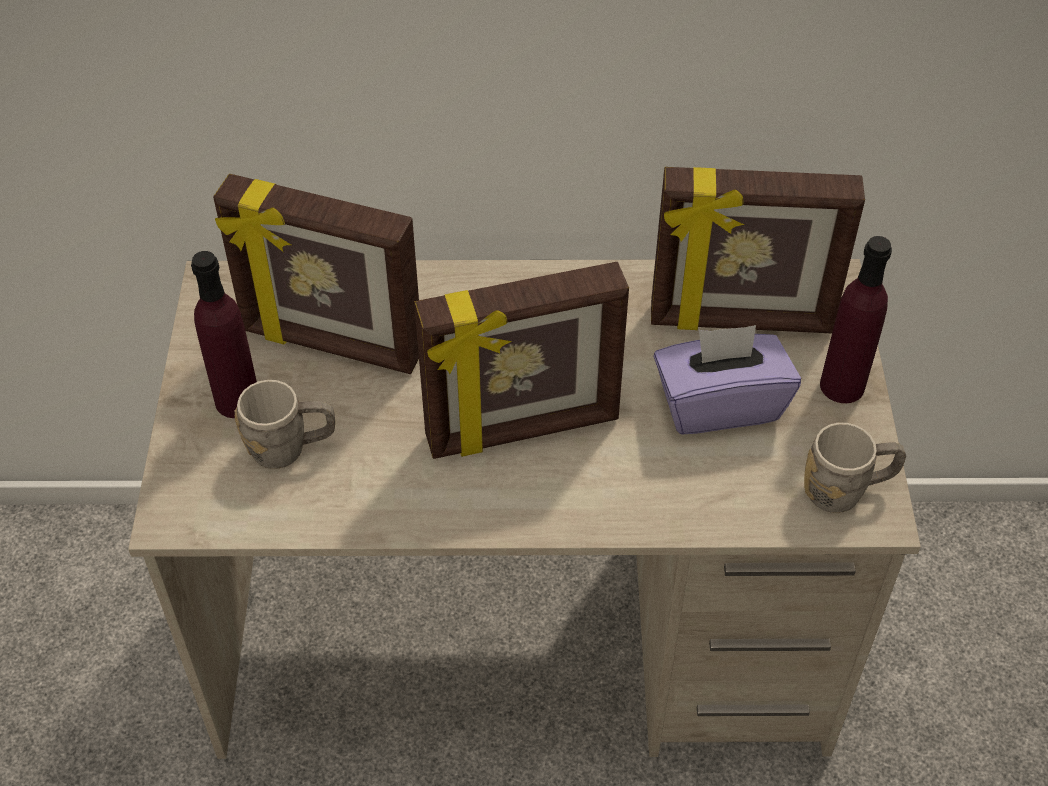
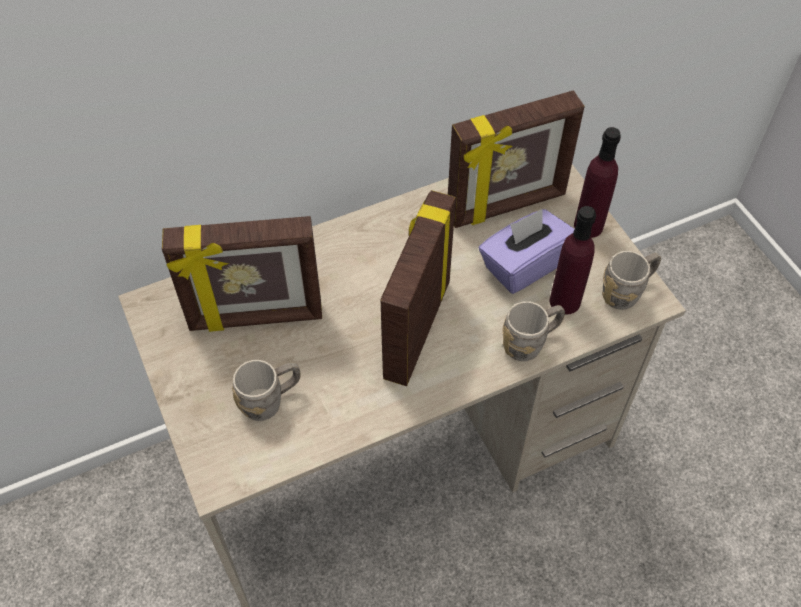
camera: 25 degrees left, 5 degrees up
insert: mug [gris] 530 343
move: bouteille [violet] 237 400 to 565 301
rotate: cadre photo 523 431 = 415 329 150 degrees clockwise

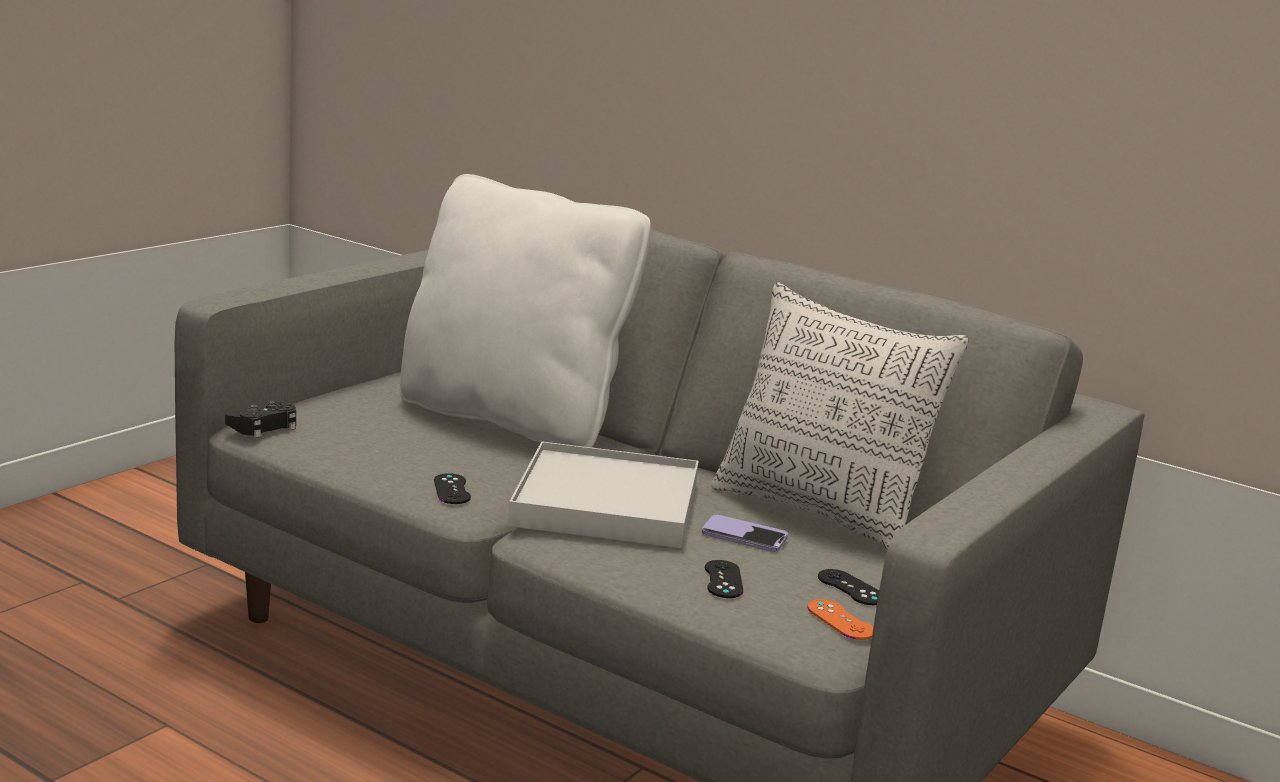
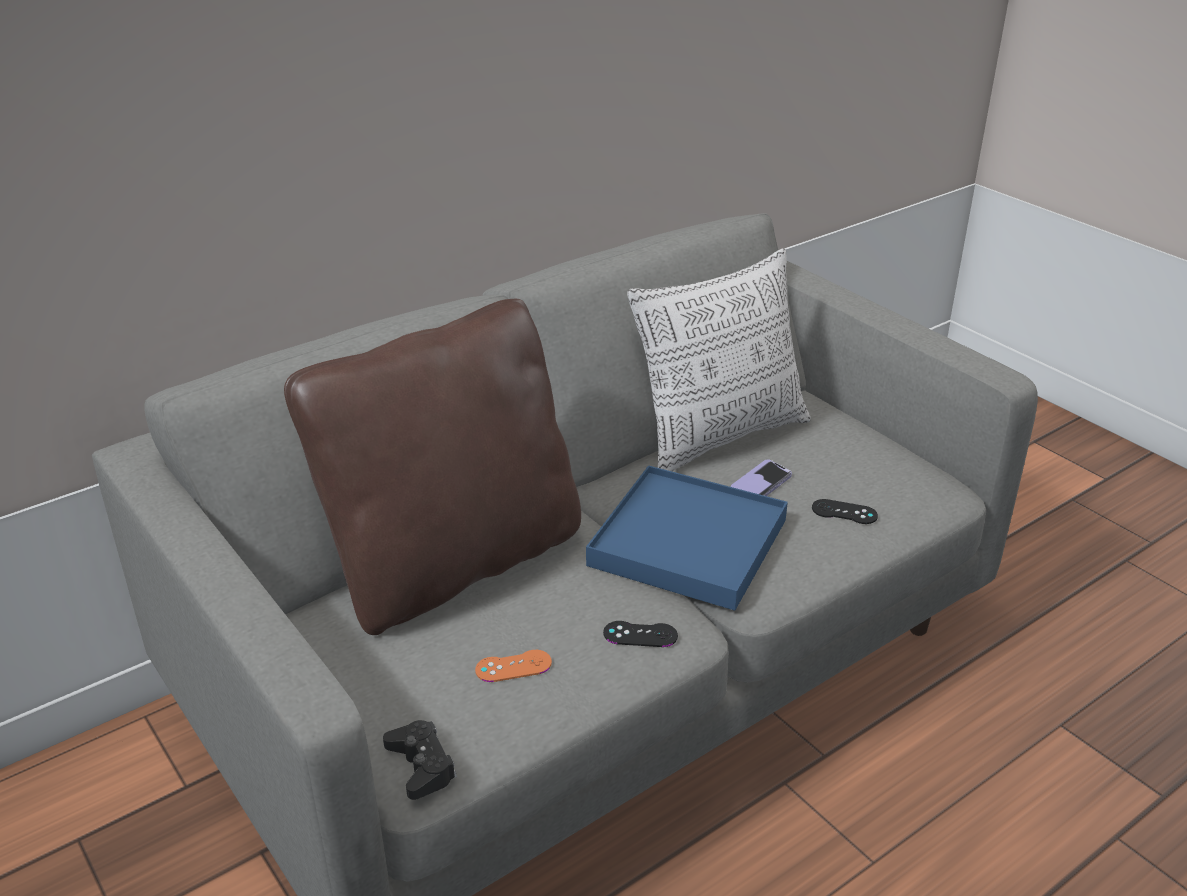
camera: 70 degrees left, 15 degrees up
delete: manette [noir] 851 588
move: manette [orange] 840 620 to 513 666
recolor: coussin [blanc] 513 419 to coussin [marron] 454 563; plateau [blanc] 605 504 to plateau [bleu] 688 543

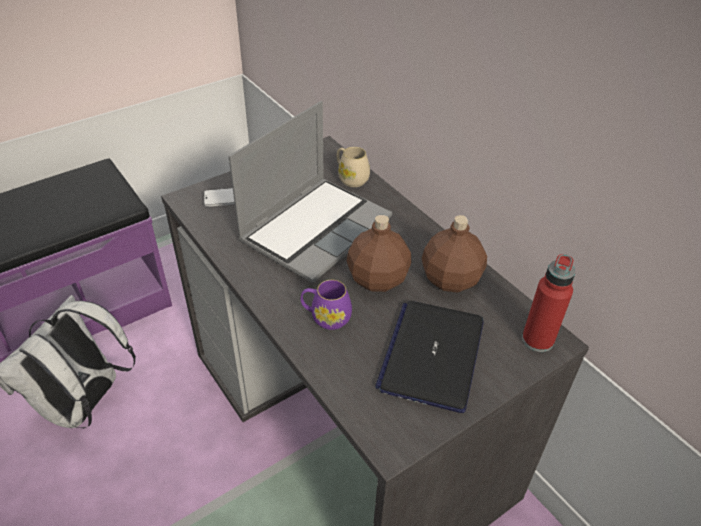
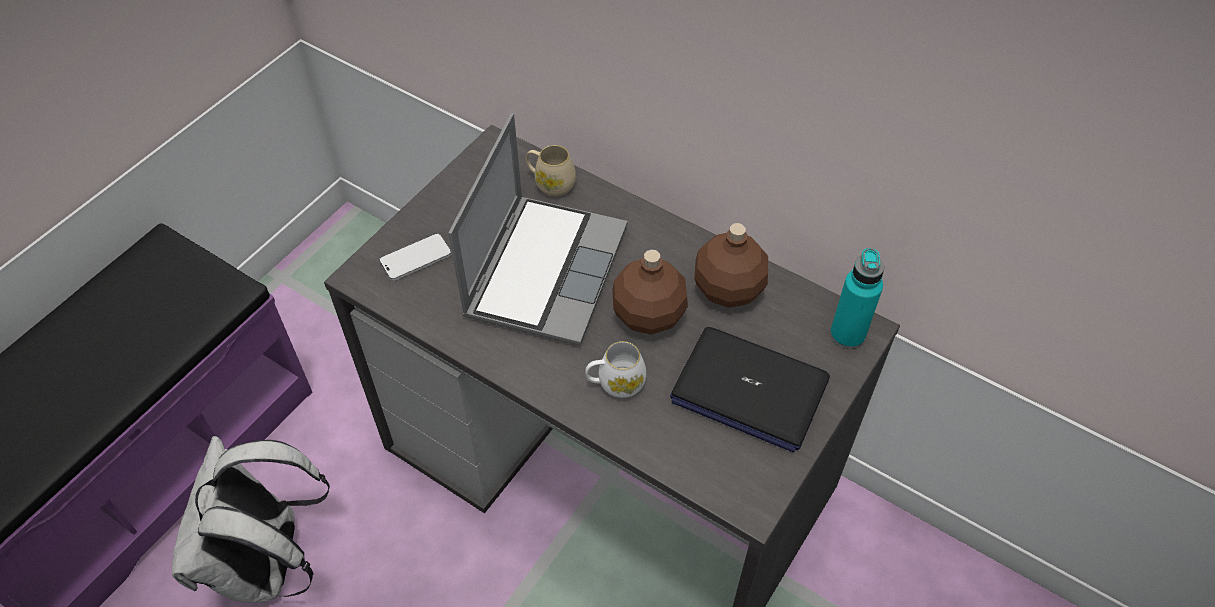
camera: 20 degrees left, 10 degrees up
recolor: mug [violet] 326 317 to mug [blanc] 615 383; bouteille [rouge] 537 340 to bouteille [turquoise] 847 334
rotate: ordinateur portable 432 355 = 748 389 60 degrees counterclockwise

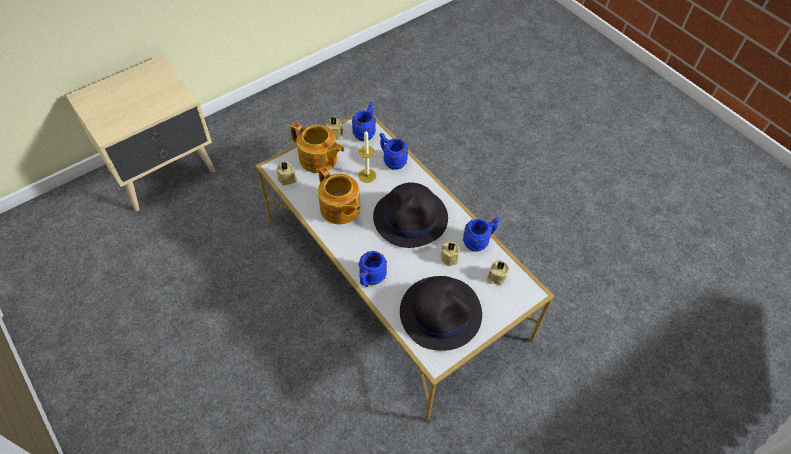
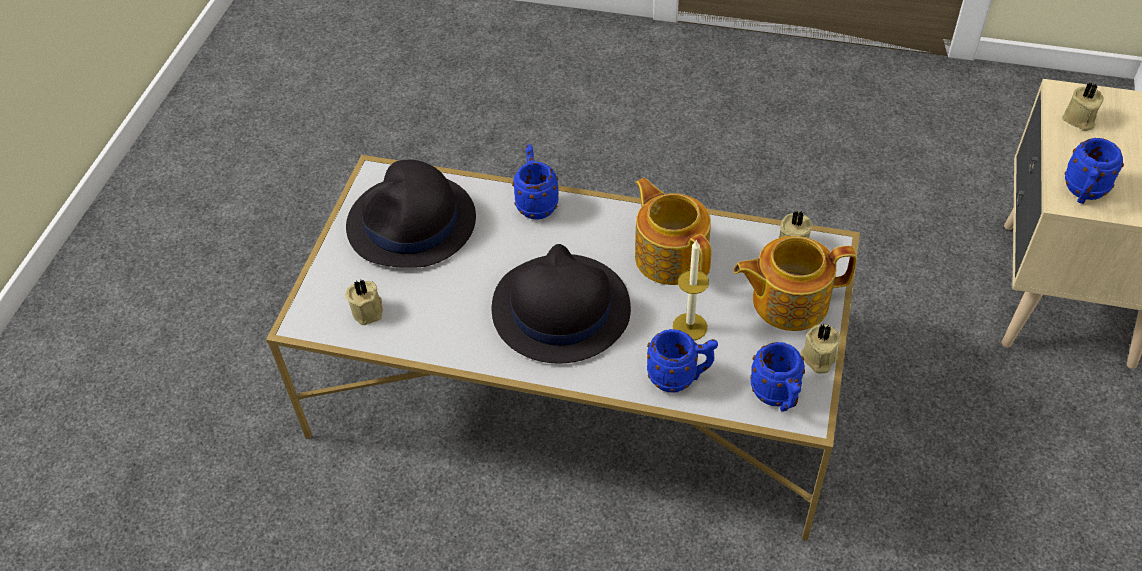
camera: 145 degrees right, 5 degrees down
move: bougie [beige] 450 257 to 1079 119; mug [bleu] 479 241 to 1083 193
rotate: théière 340 209 = 671 255 45 degrees clockwise

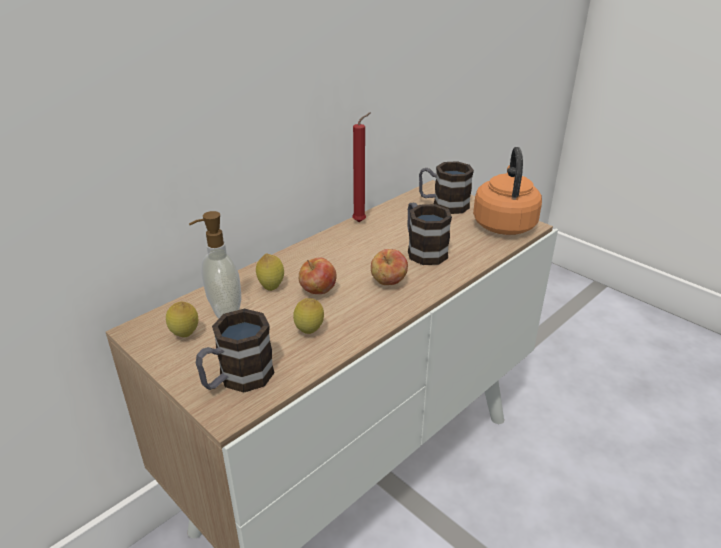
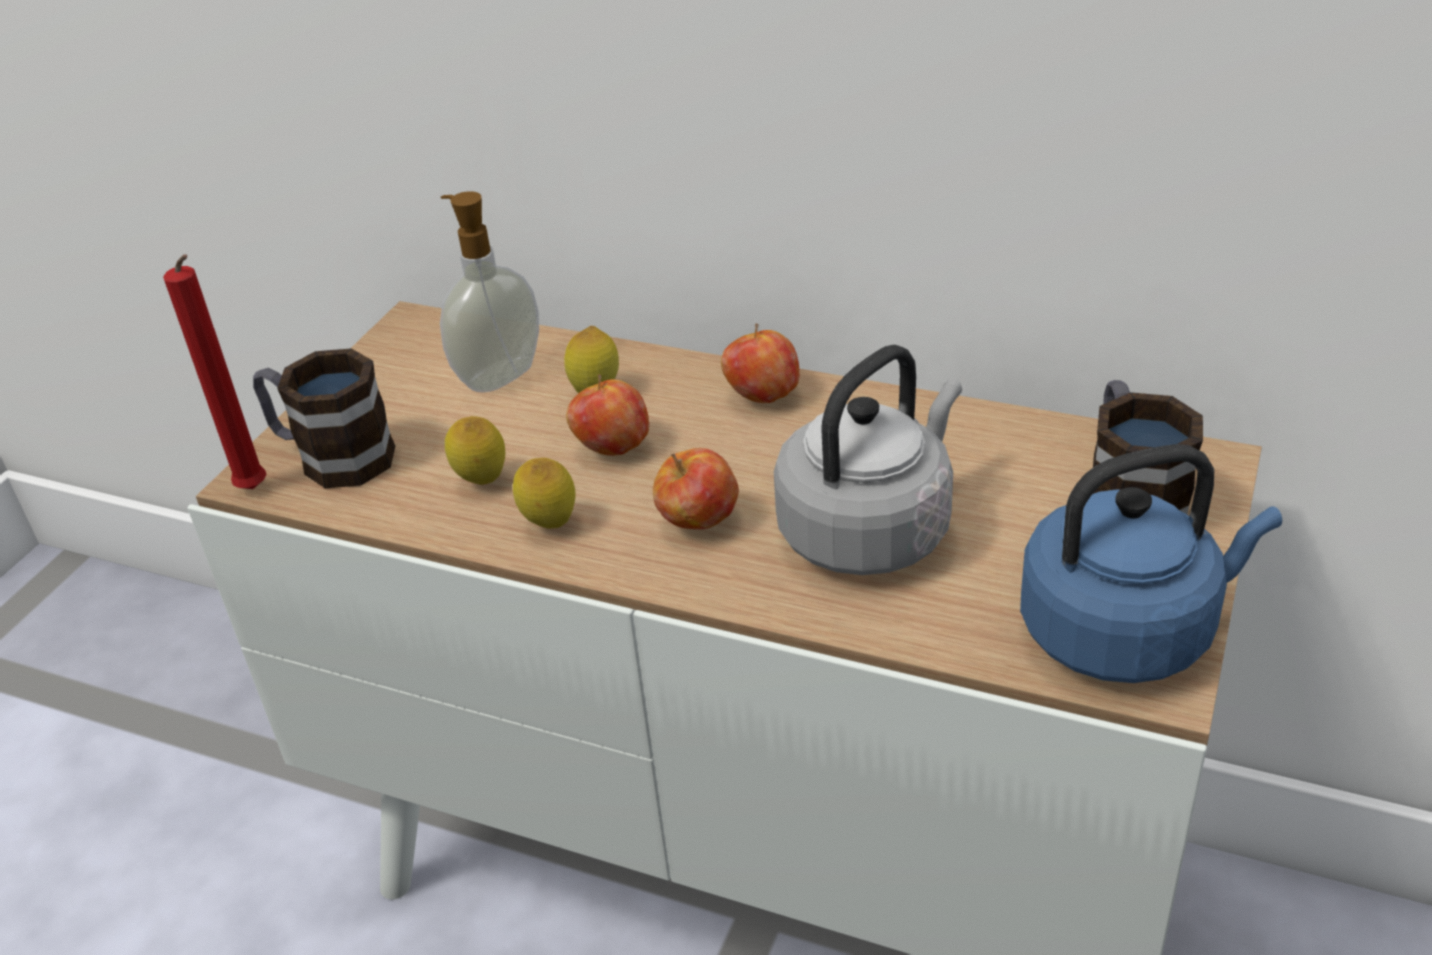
camera: 70 degrees right, 5 degrees up
insert: pomme 762 397
move: bougie [rouge] 361 221 to 255 491; citron 185 336 to 550 526
replace: mug 422 250 to bouilloire [gris] 870 530
recolor: bouilloire [orange] 504 223 to bouilloire [bleu] 1125 631

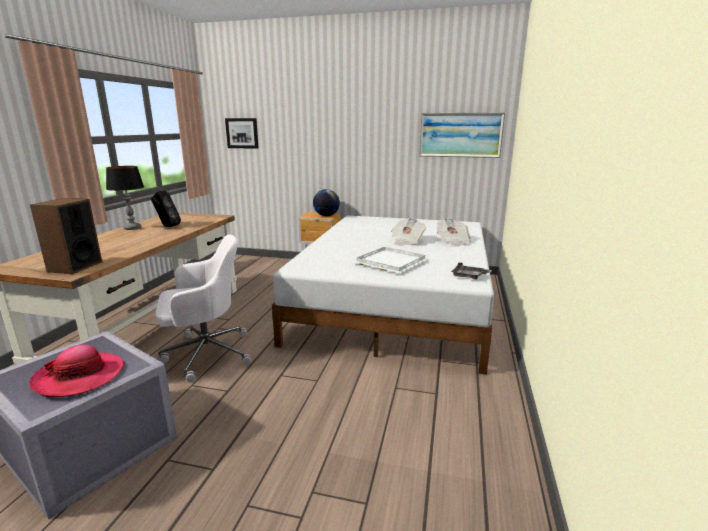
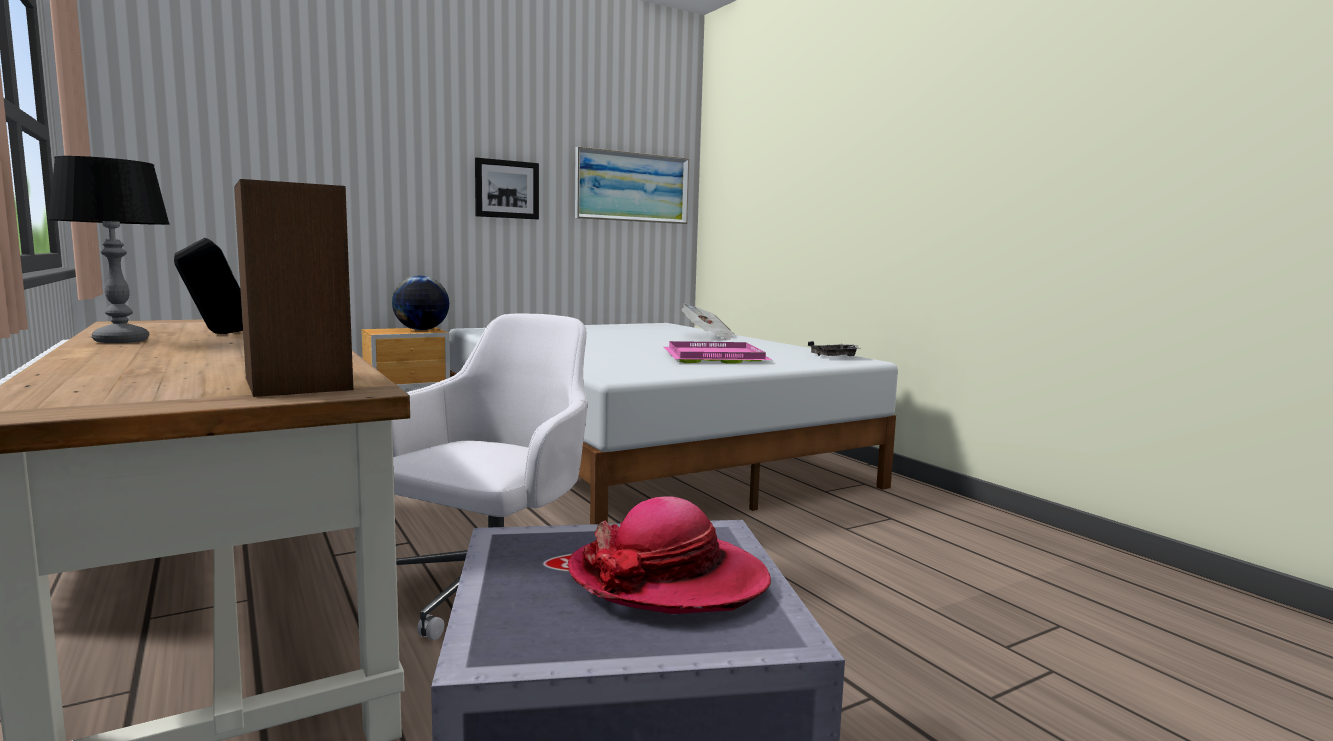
camera: 45 degrees left, 10 degrees down
delete: journal 406 241
move: tableau 242 133 to 506 189
recolor: plateau [blanc] 392 262 to plateau [rose] 716 357

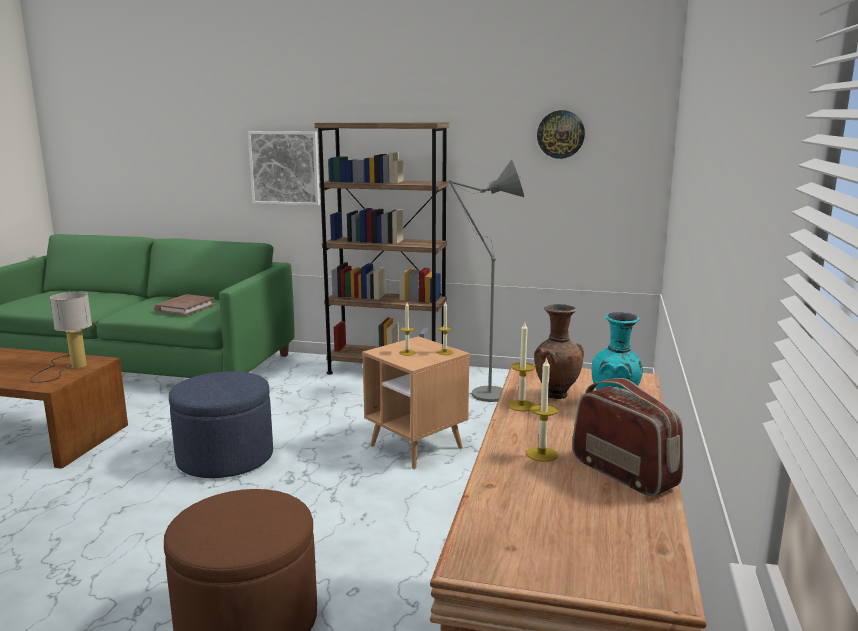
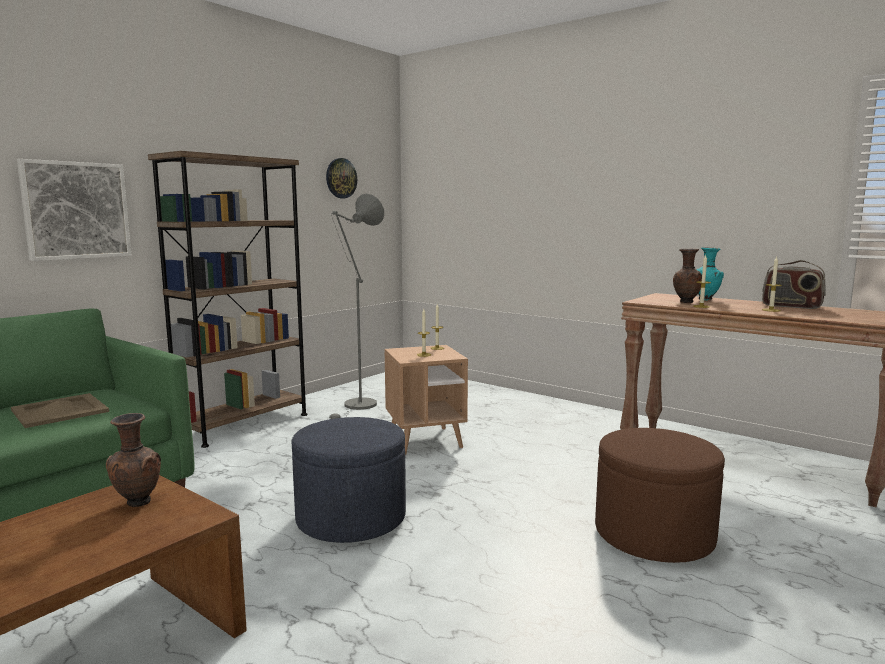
camera: 65 degrees left, 5 degrees down
replace: livre [marron] 185 308 to plateau [beige] 60 410; lampe de table 68 367 to vase [marron] 136 503
rotate: radio 624 473 = 791 306 135 degrees counterclockwise

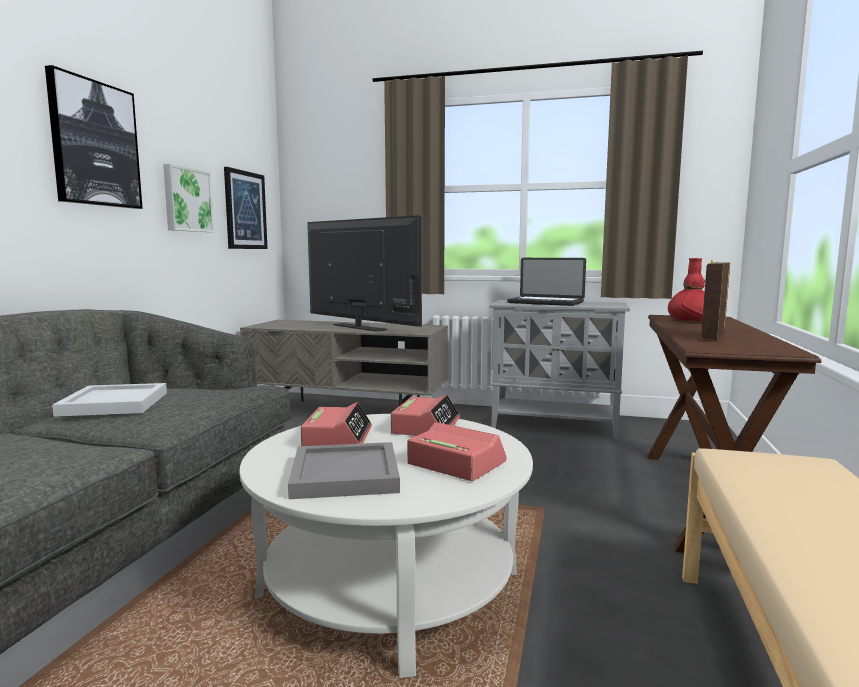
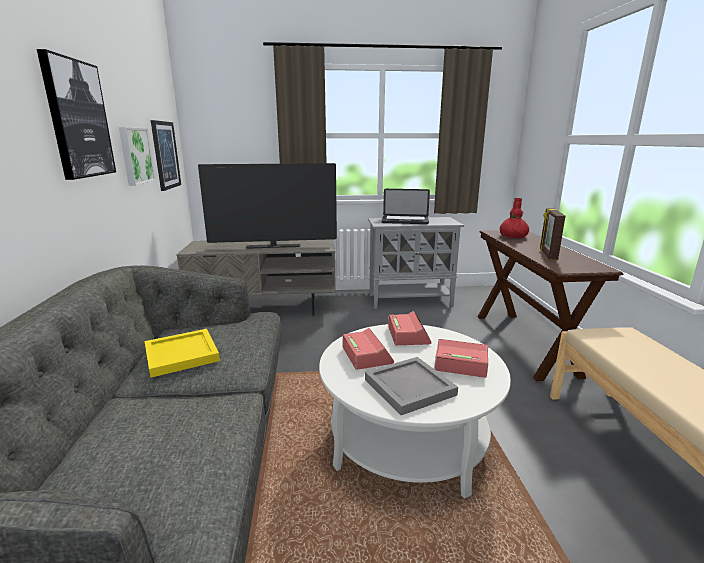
camera: 20 degrees left, 10 degrees up
recolor: plateau [blanc] 116 403 to plateau [jaune] 182 354
rotate: téléviseur 359 327 = 273 246 150 degrees clockwise

